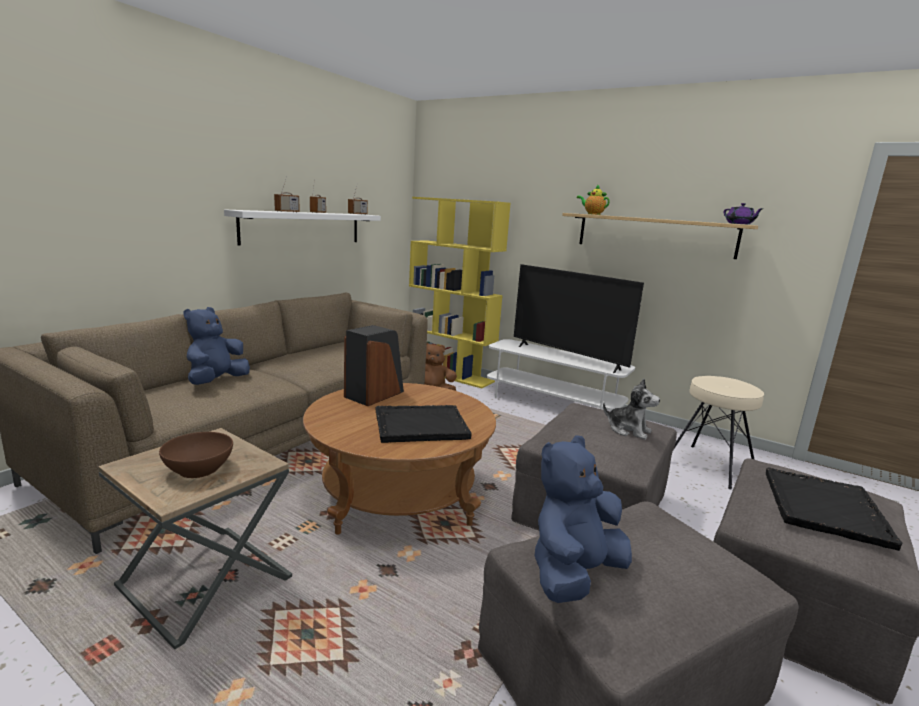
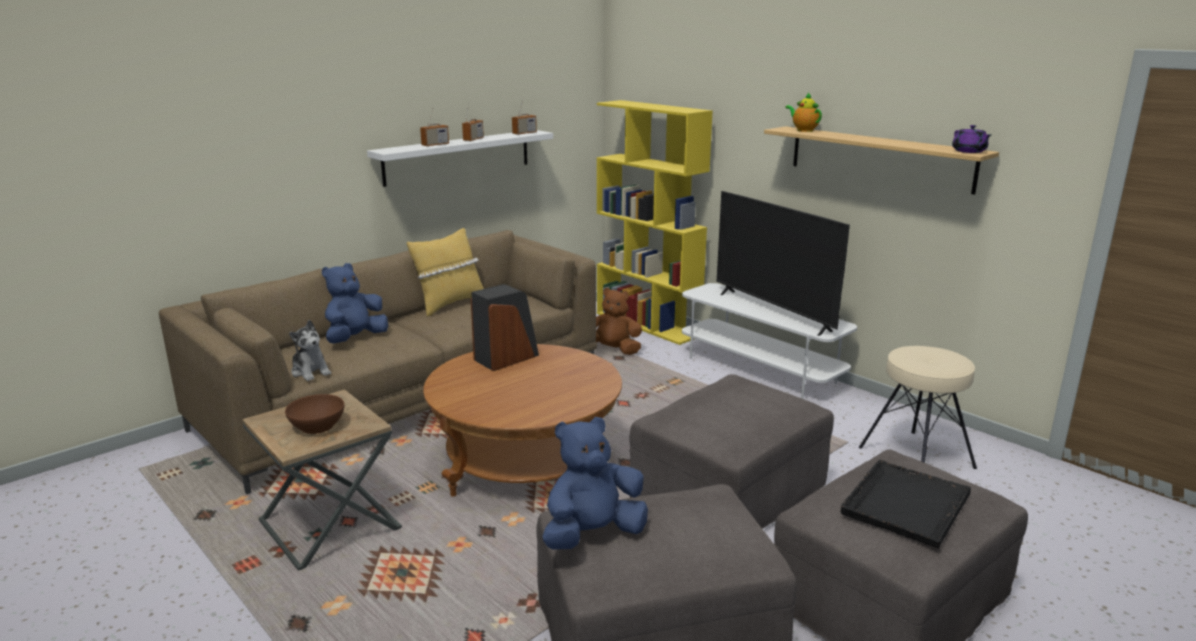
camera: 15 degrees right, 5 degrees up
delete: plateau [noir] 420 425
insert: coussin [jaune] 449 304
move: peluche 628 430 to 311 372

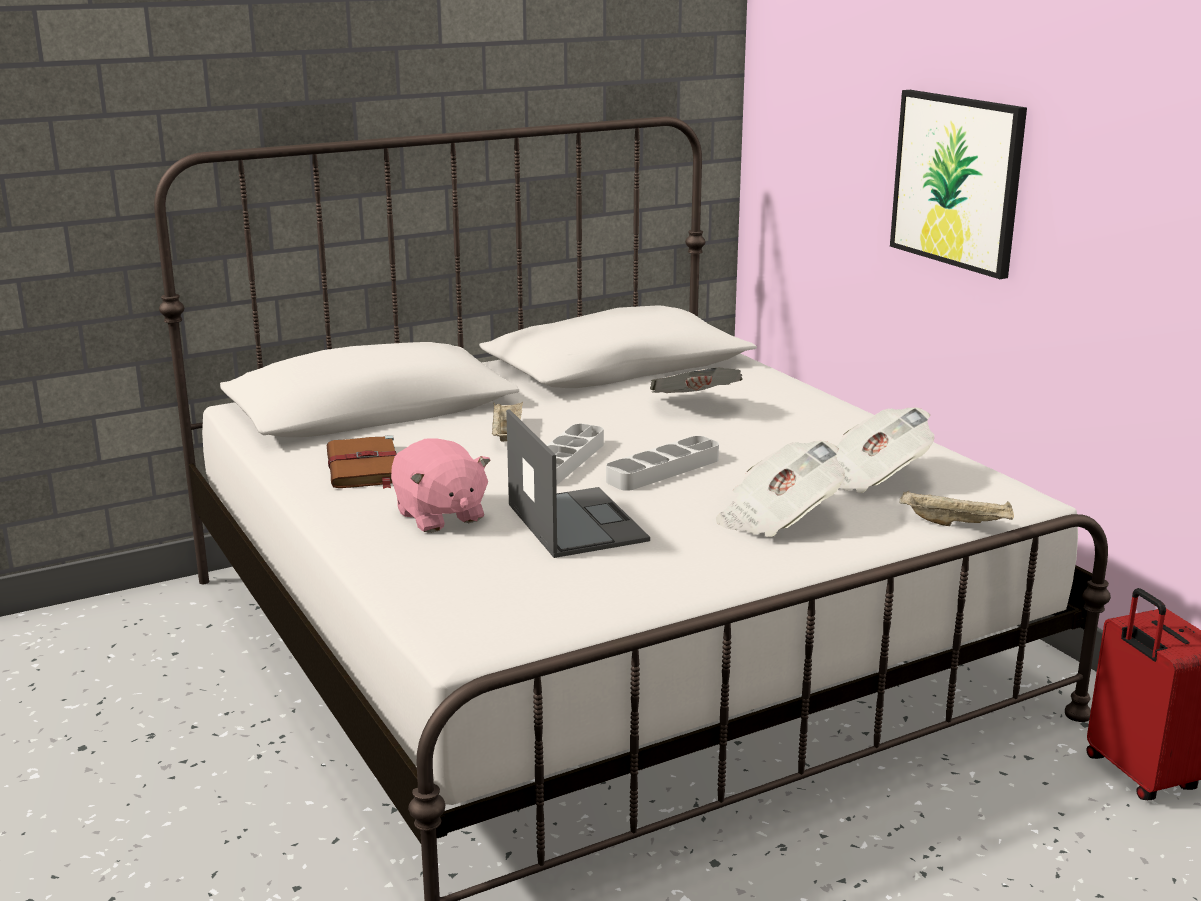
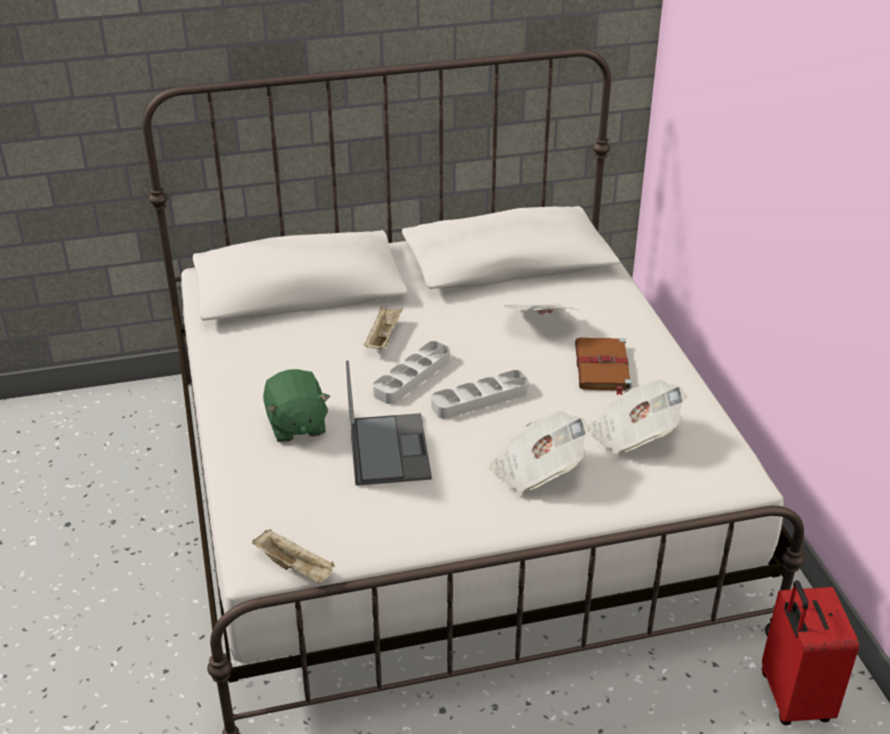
camera: 15 degrees right, 15 degrees up
delete: tableau 957 181
move: plateau [beige] 957 524 to 295 567; livre [marron] 364 468 to 602 368
recolor: peluche [rose] 439 516 to peluche [vert] 296 425

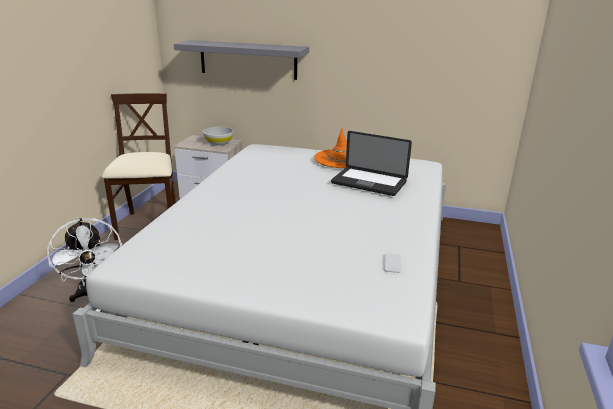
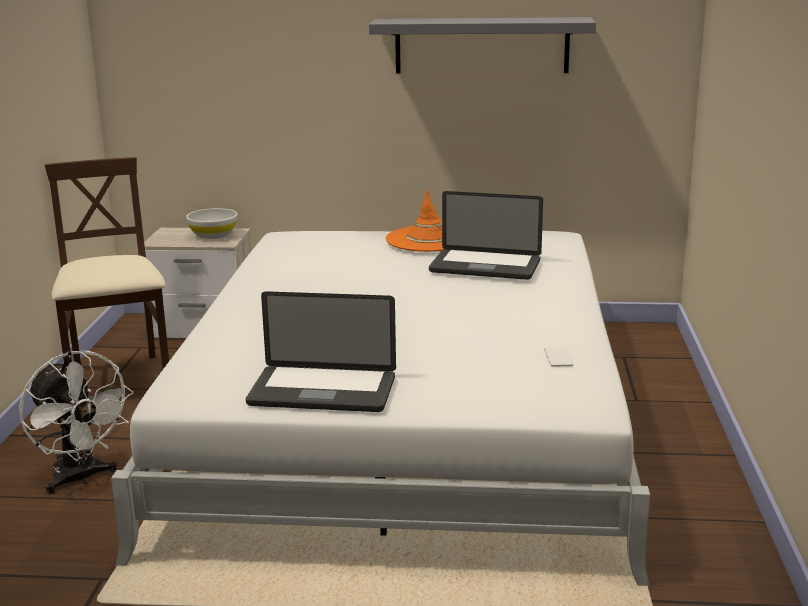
camera: 10 degrees left, 5 degrees down
insert: ordinateur portable 322 391
move: étagère [gris] 248 59 to 481 45

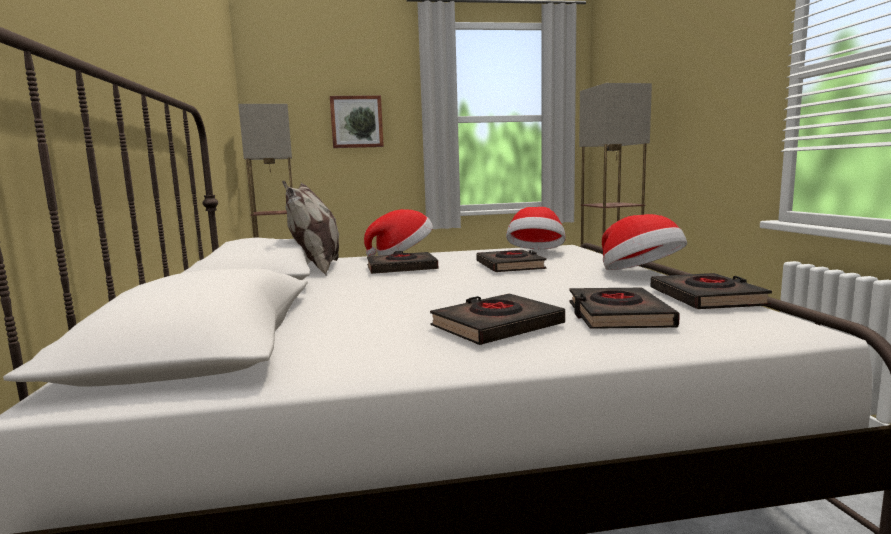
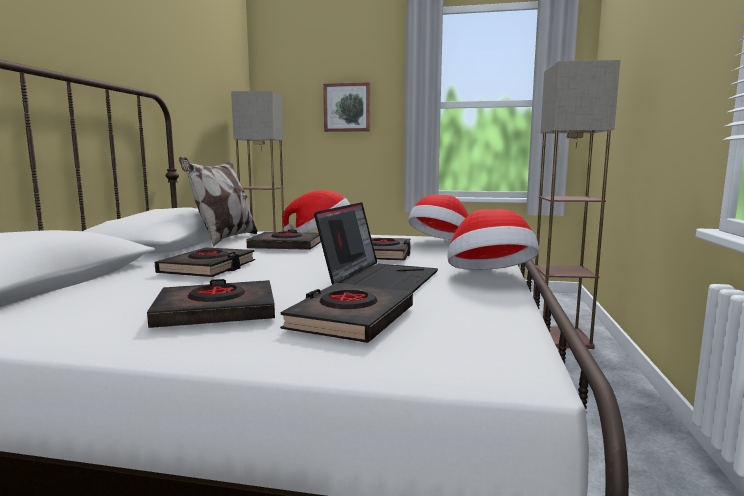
camera: 20 degrees right, 0 degrees up
insert: ordinateur portable 380 280
move: livre [noir] 706 298 to 208 268

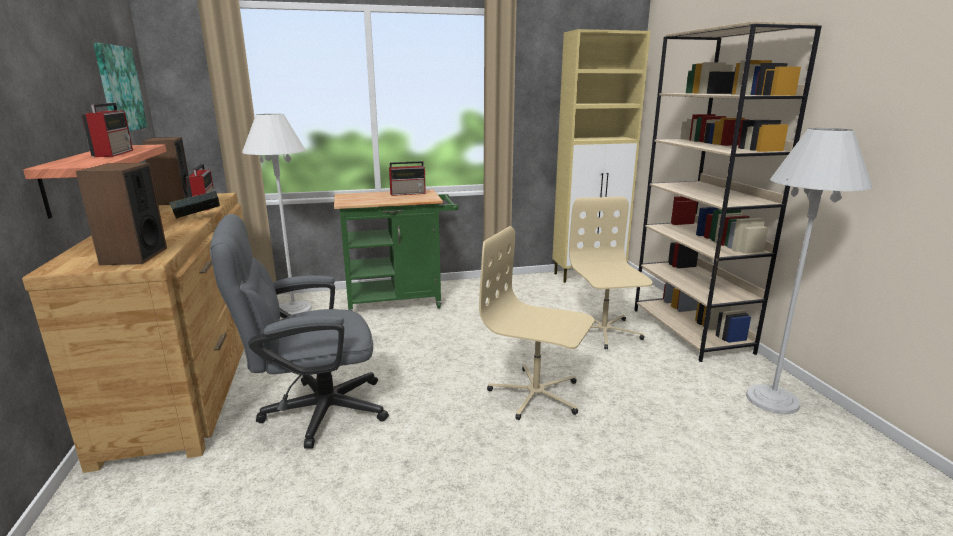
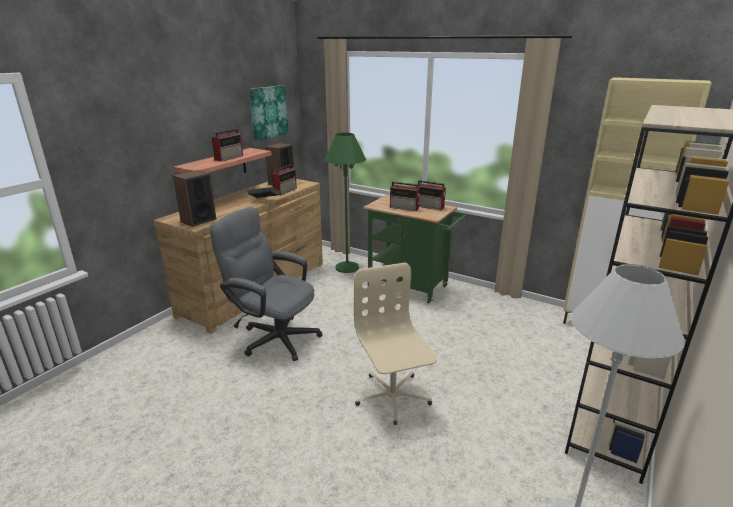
camera: 45 degrees right, 5 degrees up
delete: chaise de bureau [beige] 603 331
insert: radio 405 208
recolor: lampadaire [blanc] 294 309 to lampadaire [vert] 347 267

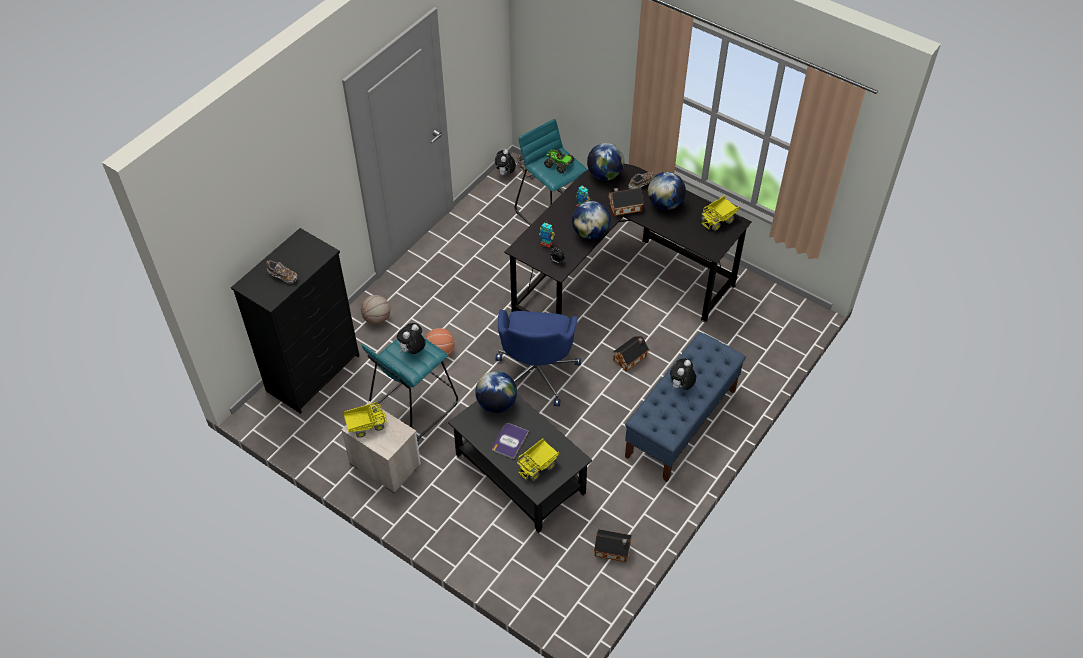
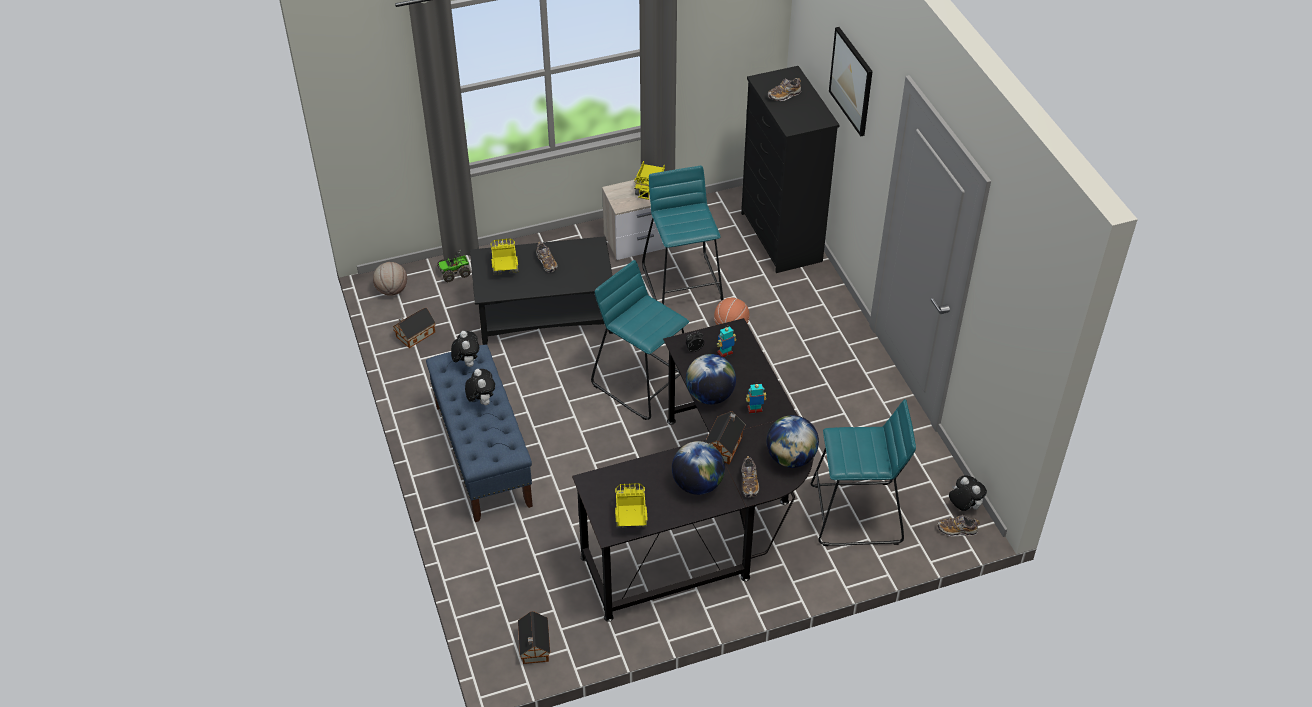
camera: 125 degrees right, 5 degrees down
delete: globe 496 403
insert: tableau 851 81
move: ballon de basket 377 318 to 392 290; camion jouet 558 164 to 455 272; peluche 413 350 to 467 363; maison miniature 631 358 to 534 647
replace: livre 510 441 to chaussure 546 262; chaise de bureau [bleu] 536 372 to tabouret [turquoise] 643 382

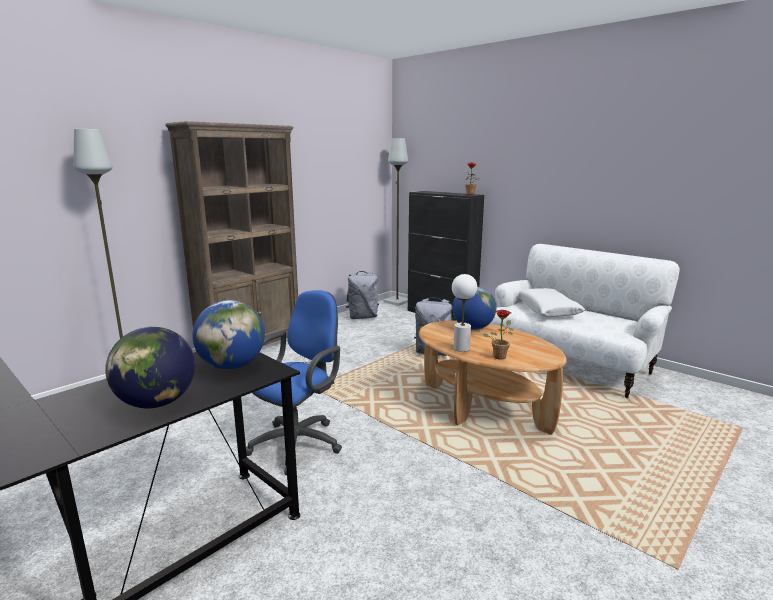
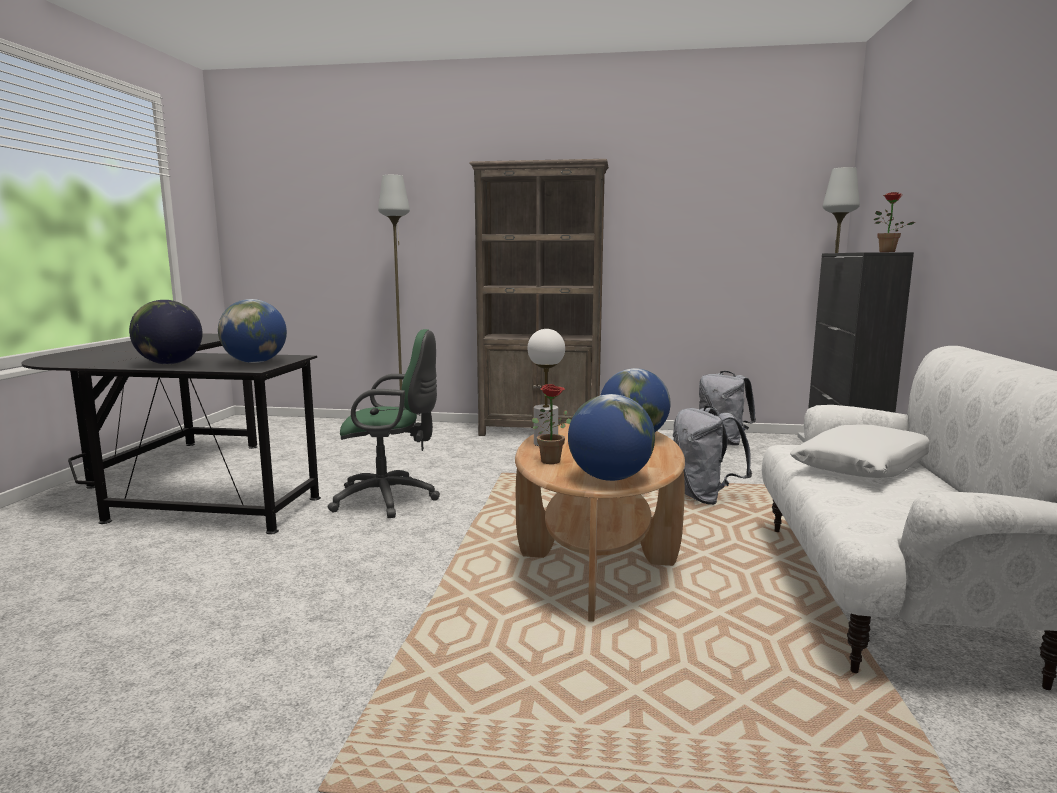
camera: 55 degrees right, 5 degrees down
insert: globe 610 478
recolor: chaise de bureau [bleu] 300 442 to chaise de bureau [vert] 390 499

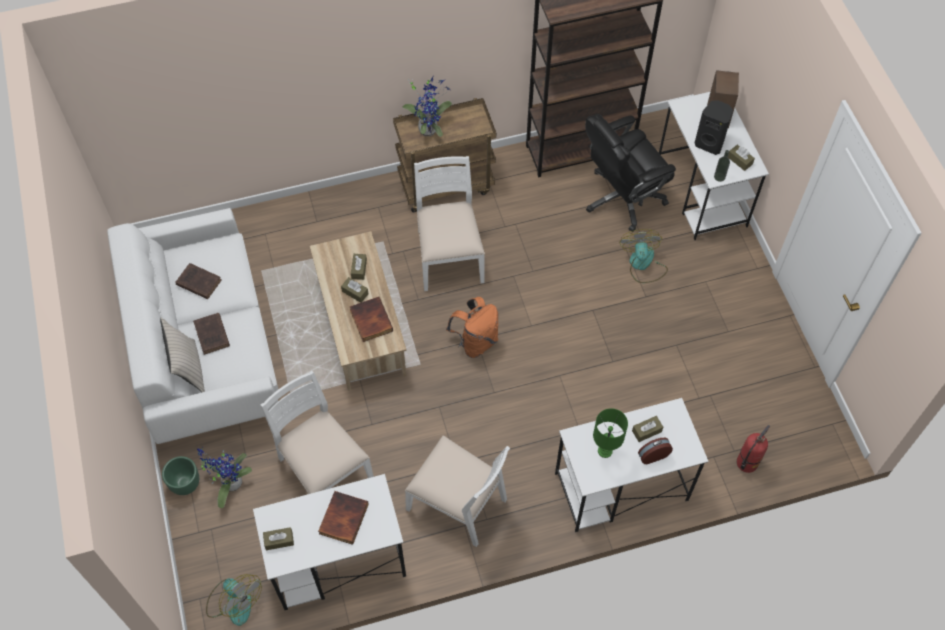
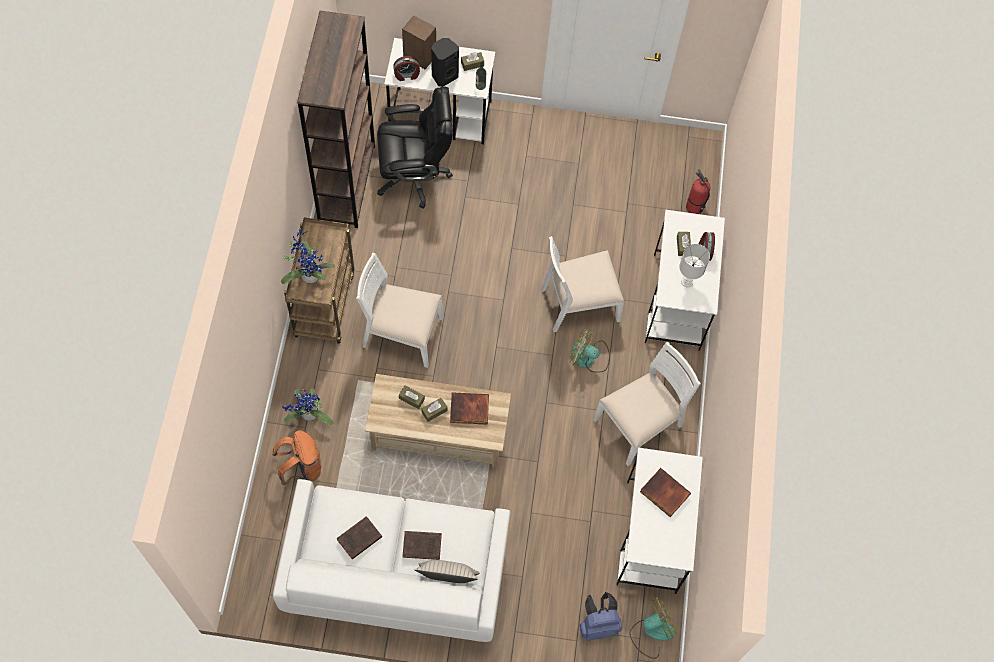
camera: 70 degrees left, 5 degrees up
delete: cache-pot [vert] 185 483; boîte à mouchoirs [marron] 279 540
insert: réveil 407 75; sac à dos [bleu] 598 624
move: sac à dos [orange] 476 341 to 302 468; plante en pot 229 483 to 308 416; chaise [blanc] 324 470 to 579 303; ventilateur 643 264 to 589 358
recolor: lampe de table [vert] 605 451 to lampe de table [blanc] 687 281
rotate: chaise de bureau [noir] 622 198 = 414 175 90 degrees counterclockwise

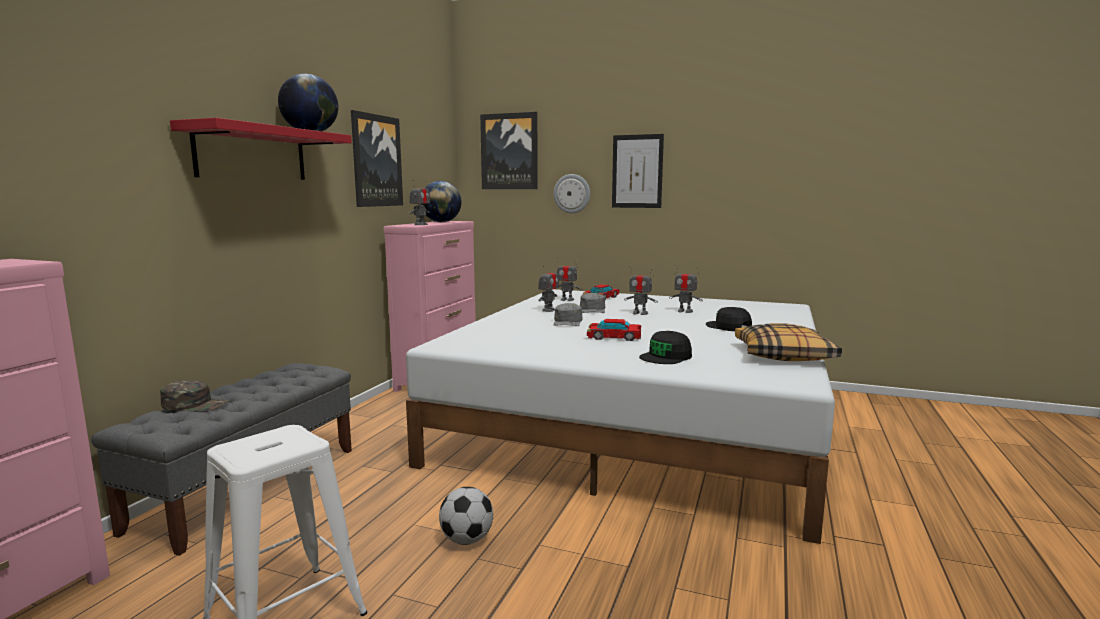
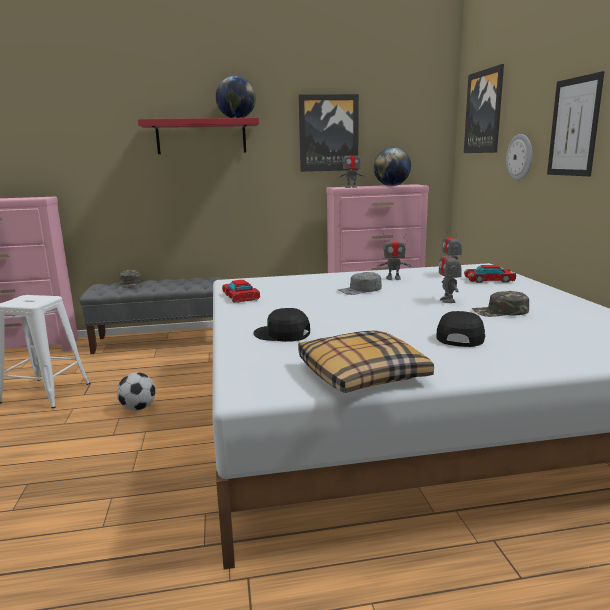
camera: 60 degrees right, 5 degrees up
delete: casquette [gris] 593 310
move: petite voiture 614 337 to 240 297
replace: robot jouet 684 311 to casquette [vert] 500 312

